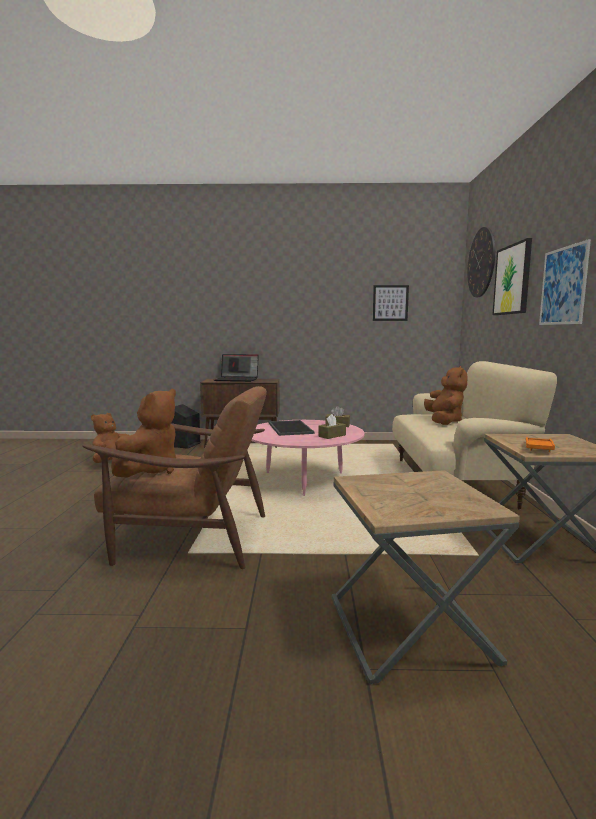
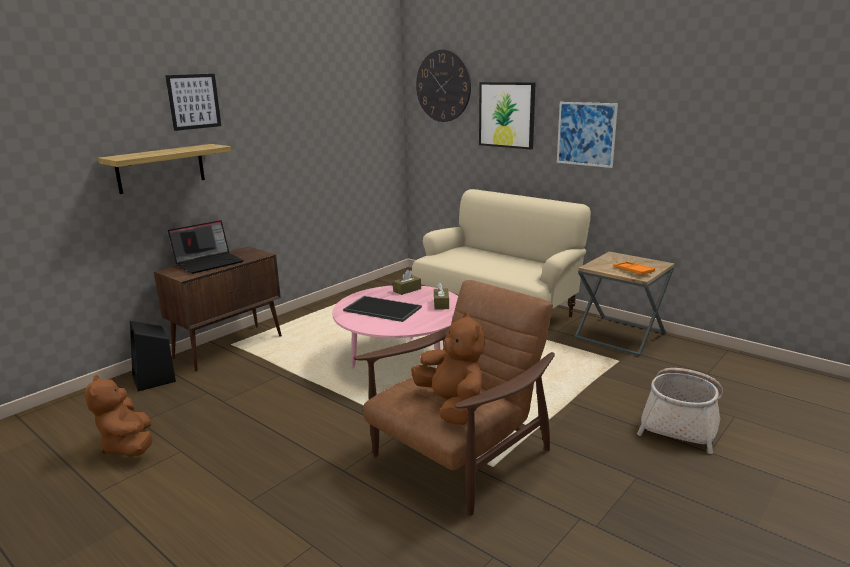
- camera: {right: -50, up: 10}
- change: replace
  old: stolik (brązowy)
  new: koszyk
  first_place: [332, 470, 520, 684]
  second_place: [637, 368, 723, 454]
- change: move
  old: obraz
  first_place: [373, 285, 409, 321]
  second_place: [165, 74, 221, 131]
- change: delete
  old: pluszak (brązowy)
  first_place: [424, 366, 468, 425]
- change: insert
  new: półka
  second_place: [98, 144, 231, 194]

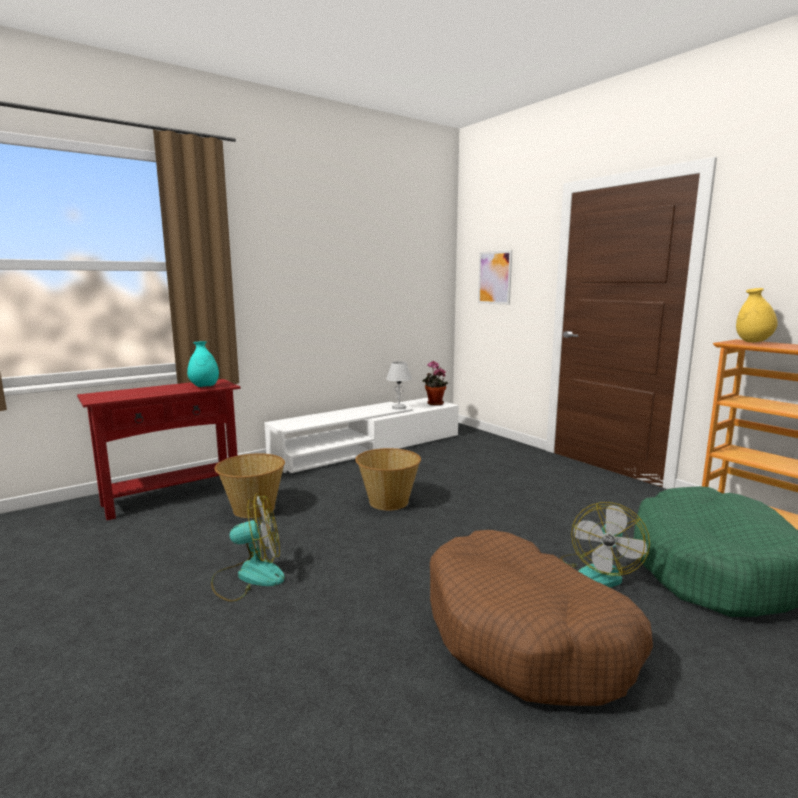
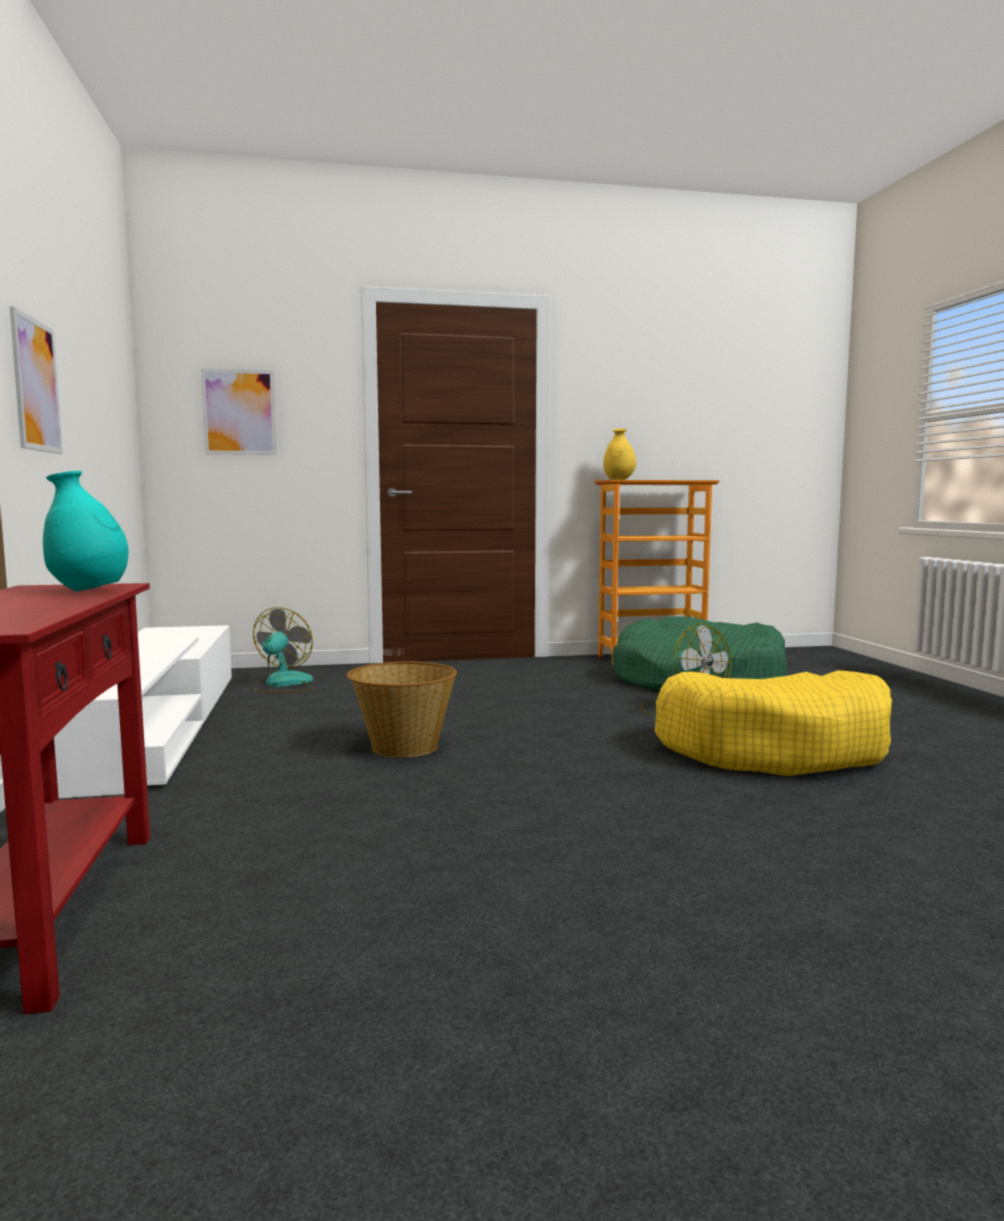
- camera: {right: -65, up: -5}
- change: move
  old: wentylator
  first_place: [211, 494, 285, 602]
  second_place: [253, 607, 314, 693]
- change: delete
  old: koszyk
  first_place: [215, 453, 285, 518]
- change: delete
  old: lampa stołowa (biały)
  first_place: [386, 361, 412, 410]
- change: delete
  old: roślina doniczkowa
  first_place: [422, 361, 448, 406]
- change: recolor
  old: legowisko (brązowy)
  new: legowisko (żółty)
  first_place: [430, 530, 653, 706]
  second_place: [655, 670, 892, 776]
- change: insert
  new: obraz
  second_place: [10, 306, 63, 454]

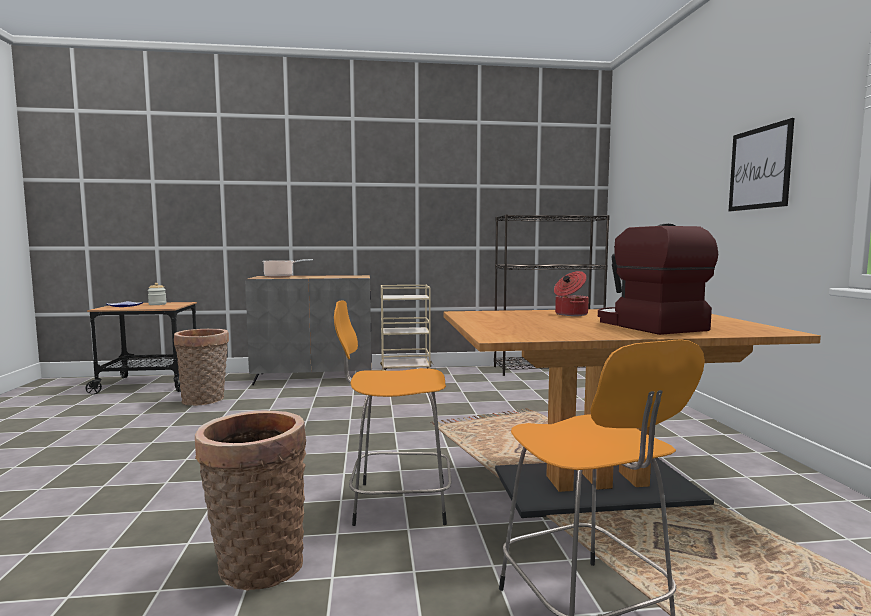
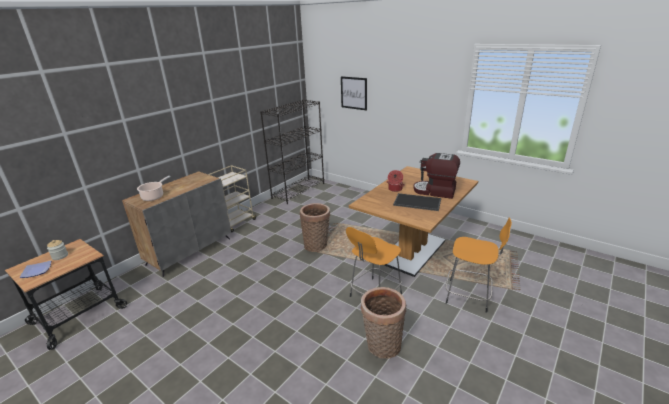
- camera: {right: -45, up: 20}
- change: move
  old: koszyk
  first_place: [174, 329, 229, 406]
  second_place: [300, 203, 330, 252]
- change: move
  old: obraz
  first_place: [729, 118, 794, 211]
  second_place: [341, 76, 367, 111]
- change: insert
  new: taca
  second_place: [393, 193, 441, 211]

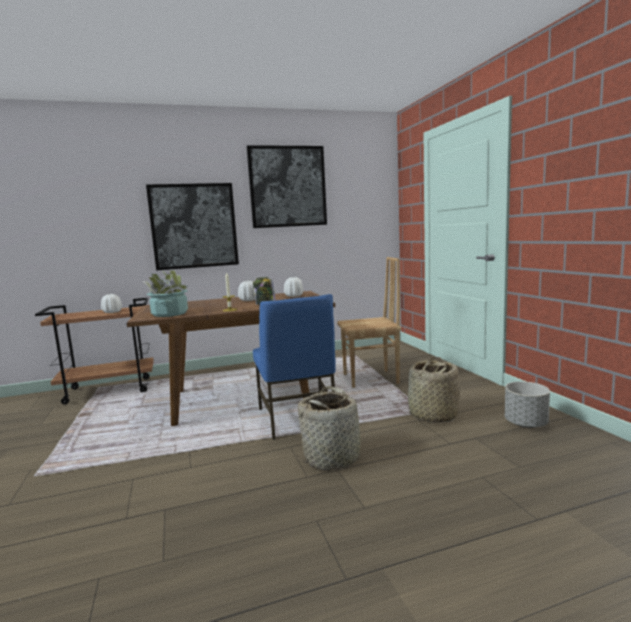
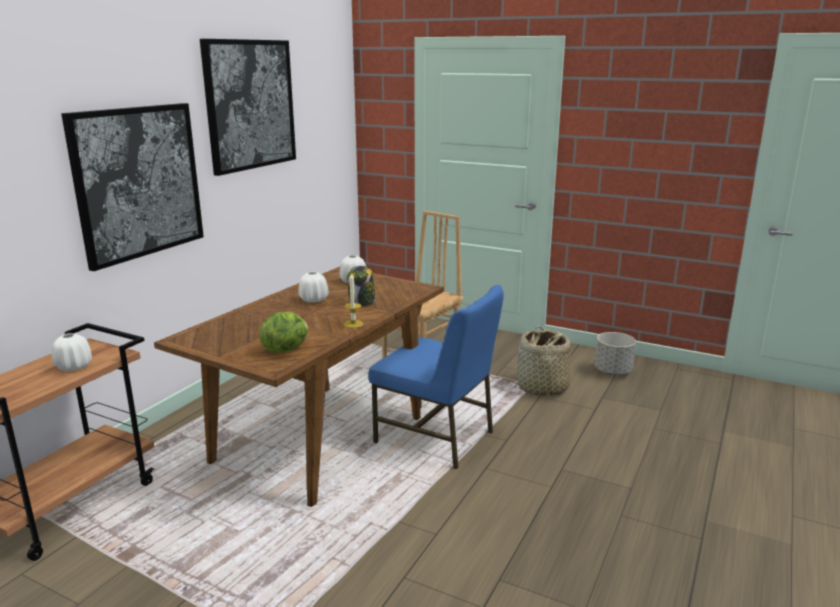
- camera: {right: -45, up: 10}
- change: replace
  old: roślina doniczkowa
  new: sałata
  first_place: [142, 270, 190, 317]
  second_place: [259, 312, 308, 353]
- change: delete
  old: koszyk
  first_place: [296, 386, 370, 471]

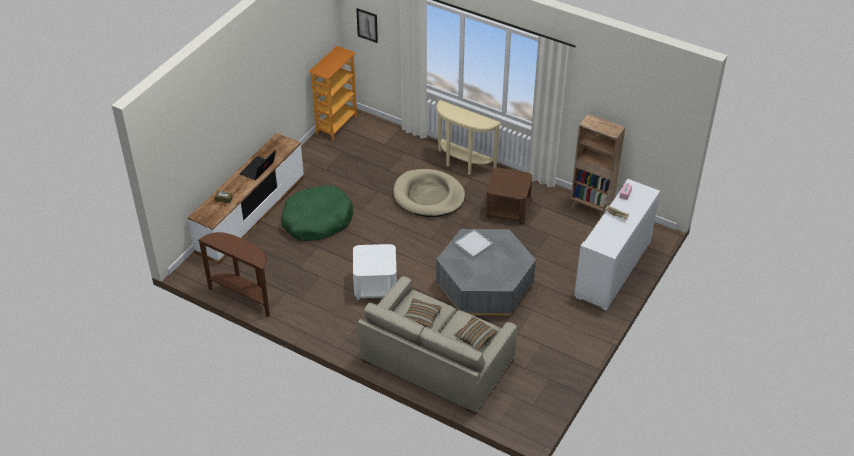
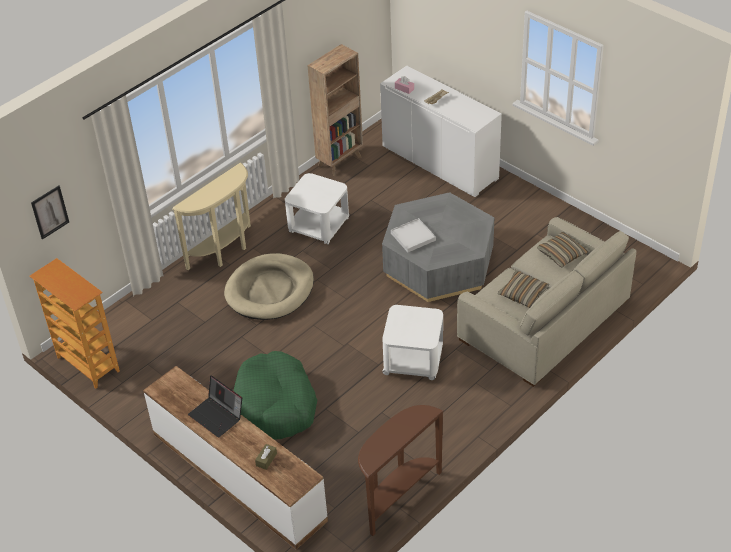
- camera: {right: -75, up: 0}
- change: recolor
  old: stolik (brązowy)
  new: stolik (biały)
  first_place: [486, 168, 532, 224]
  second_place: [285, 173, 349, 245]

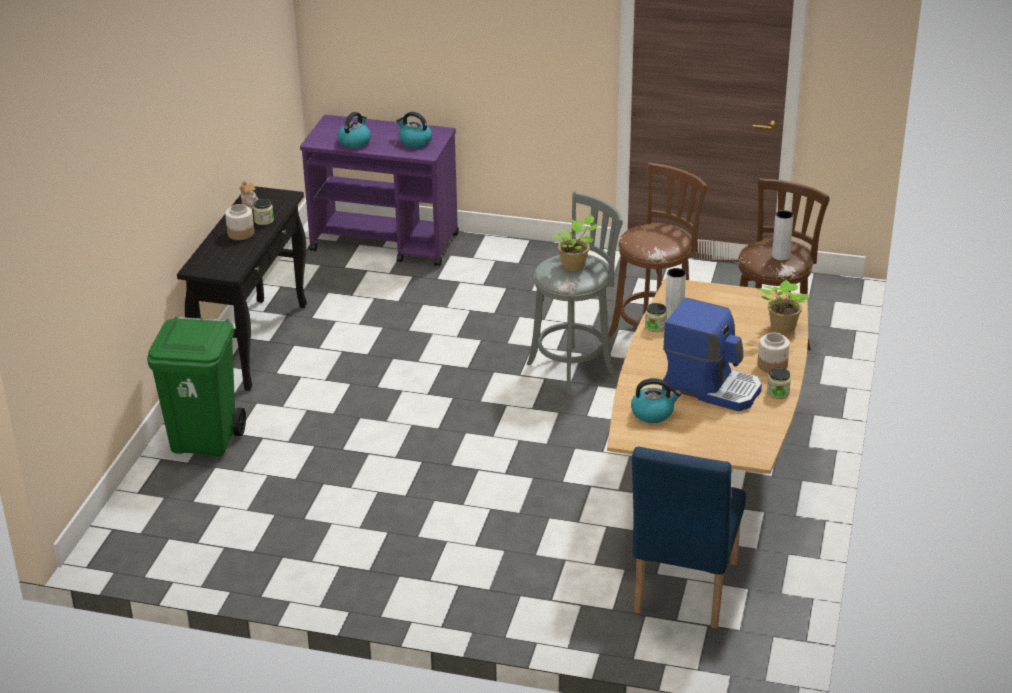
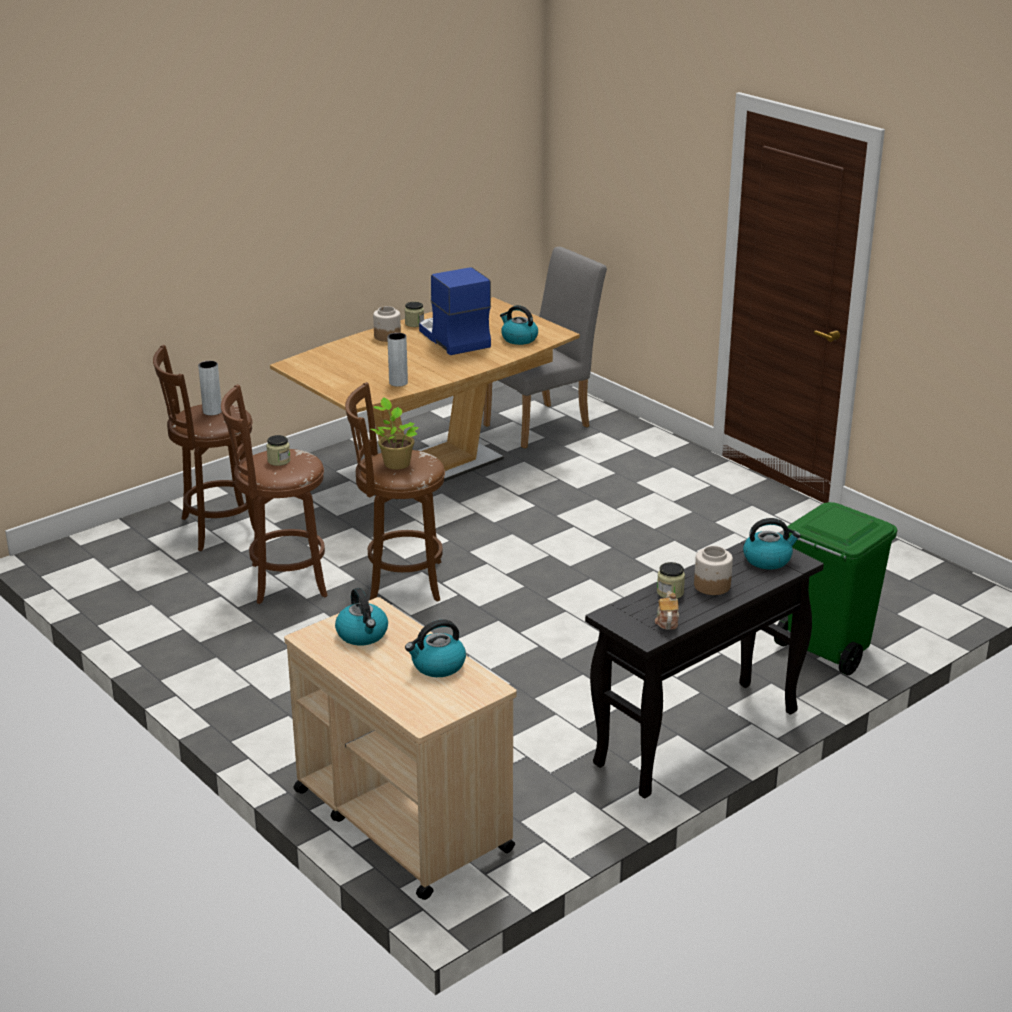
- camera: {right: -145, up: -5}
- change: recolor
  old: wózek (fioletowy)
  new: wózek (beżowy)
  first_place: [300, 115, 459, 267]
  second_place: [284, 597, 517, 900]
- change: recolor
  old: stołek (szary)
  new: stołek (brązowy)
  first_place: [527, 191, 623, 394]
  second_place: [345, 382, 445, 602]
- change: recolor
  old: krzesło (niebieski)
  new: krzesło (szary)
  first_place: [632, 446, 746, 629]
  second_place: [483, 247, 607, 448]
- change: move
  old: słoik
  first_place: [645, 303, 667, 332]
  second_place: [266, 435, 290, 466]
- change: delete
  old: roślina doniczkowa
  first_place: [758, 280, 810, 333]
- change: insert
  new: czajnik
  second_place: [743, 518, 801, 569]

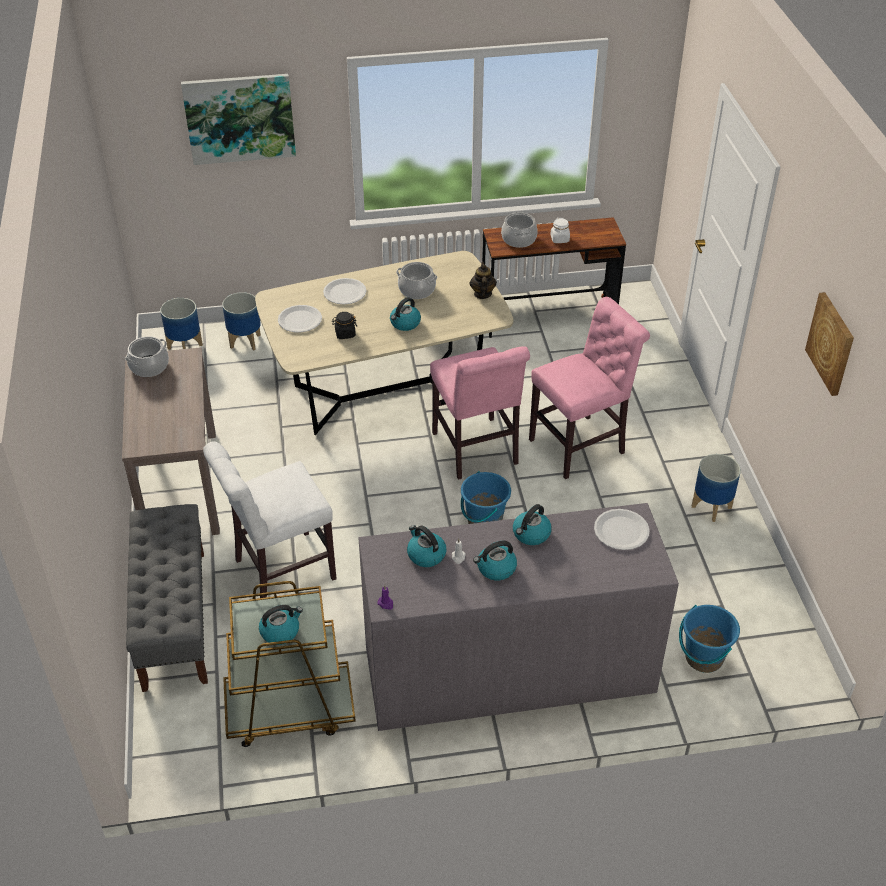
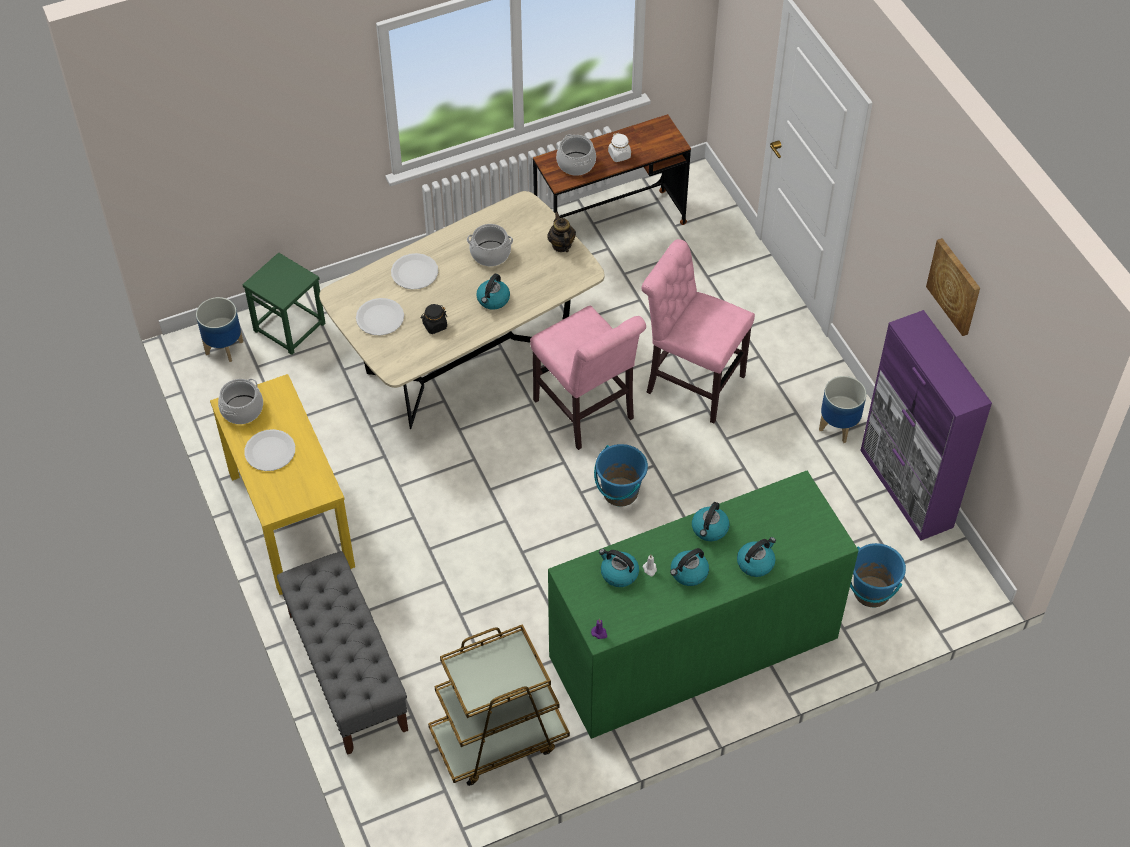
- camera: {right: -15, up: 10}
- change: recolor
  old: stolik konsolowy (brązowy)
  new: stolik konsolowy (żółty)
  first_place: [122, 347, 220, 535]
  second_place: [210, 374, 355, 595]
- change: delete
  old: obraz
  first_place: [181, 74, 296, 165]
- change: delete
  old: krzesło (biały)
  first_place: [203, 441, 337, 598]
- change: replace
  old: donica
  new: stołek (zielony)
  first_place: [222, 292, 261, 351]
  second_place: [242, 252, 326, 355]
- change: move
  old: czajnik
  first_place: [259, 605, 303, 645]
  second_place: [737, 537, 776, 577]
- change: recolor
  old: komoda (szary)
  new: komoda (zielony)
  first_place: [359, 503, 679, 731]
  second_place: [548, 471, 859, 739]
- change: rotate
  old: krzesło (różowy)
  first_place: [529, 297, 650, 479]
  second_place: [641, 239, 755, 424]
  degrees: -105
- change: move
  old: talerz (biały)
  first_place: [594, 509, 650, 550]
  second_place: [244, 429, 295, 471]
- change: insert
  new: szafka (fioletowy)
  second_place: [860, 310, 992, 540]

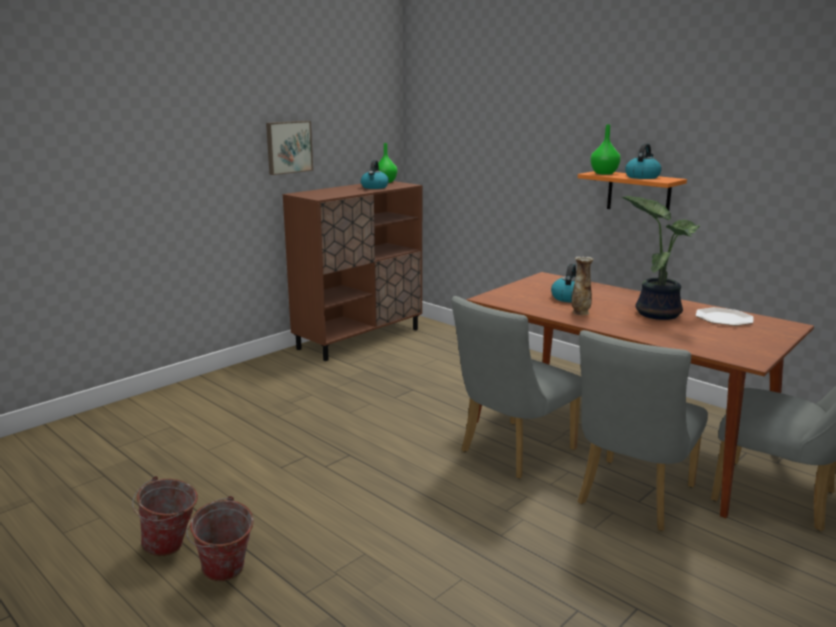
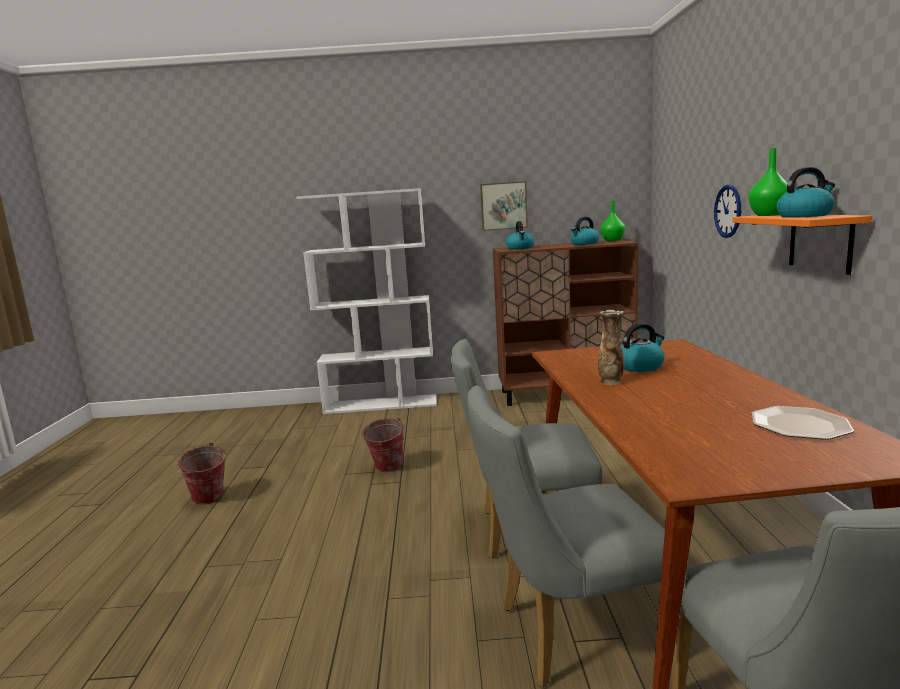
- camera: {right: 45, up: -5}
- change: move
  old: wiadro
  first_place: [186, 496, 254, 581]
  second_place: [360, 417, 404, 472]
- change: delete
  old: roślina doniczkowa
  first_place: [622, 196, 700, 320]
- change: insert
  new: regał (biały)
  second_place: [296, 188, 437, 414]
- change: insert
  new: czajnik
  second_place: [506, 221, 534, 250]
- change: insert
  new: zegar ścienny
  second_place: [714, 185, 741, 238]

